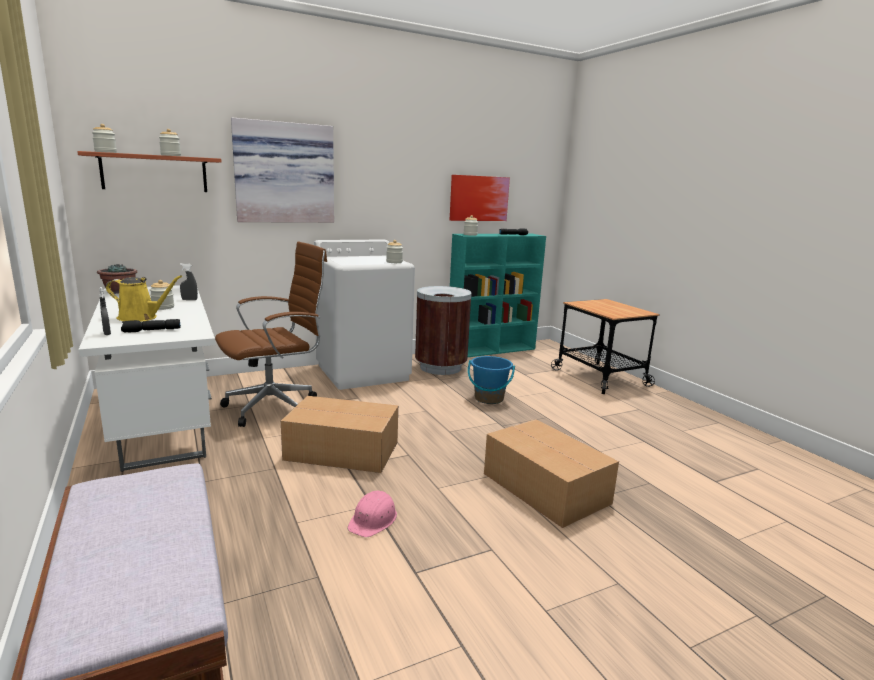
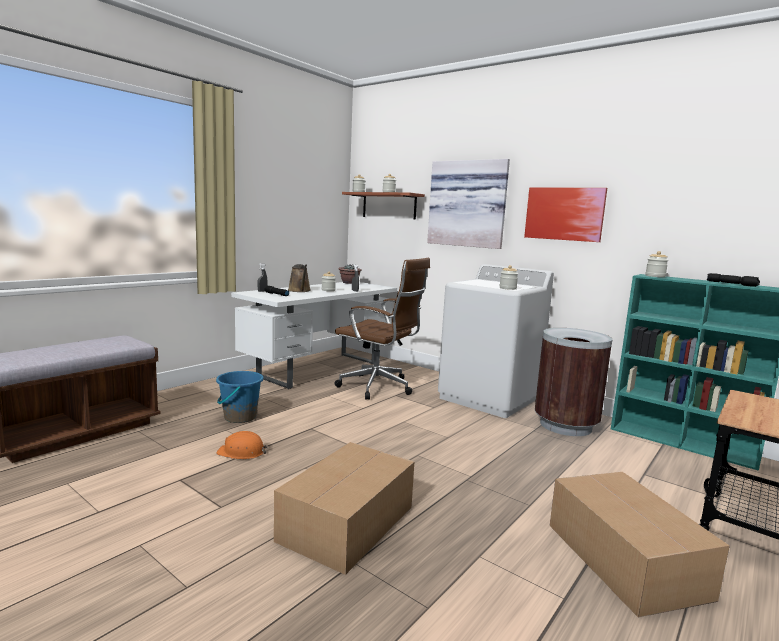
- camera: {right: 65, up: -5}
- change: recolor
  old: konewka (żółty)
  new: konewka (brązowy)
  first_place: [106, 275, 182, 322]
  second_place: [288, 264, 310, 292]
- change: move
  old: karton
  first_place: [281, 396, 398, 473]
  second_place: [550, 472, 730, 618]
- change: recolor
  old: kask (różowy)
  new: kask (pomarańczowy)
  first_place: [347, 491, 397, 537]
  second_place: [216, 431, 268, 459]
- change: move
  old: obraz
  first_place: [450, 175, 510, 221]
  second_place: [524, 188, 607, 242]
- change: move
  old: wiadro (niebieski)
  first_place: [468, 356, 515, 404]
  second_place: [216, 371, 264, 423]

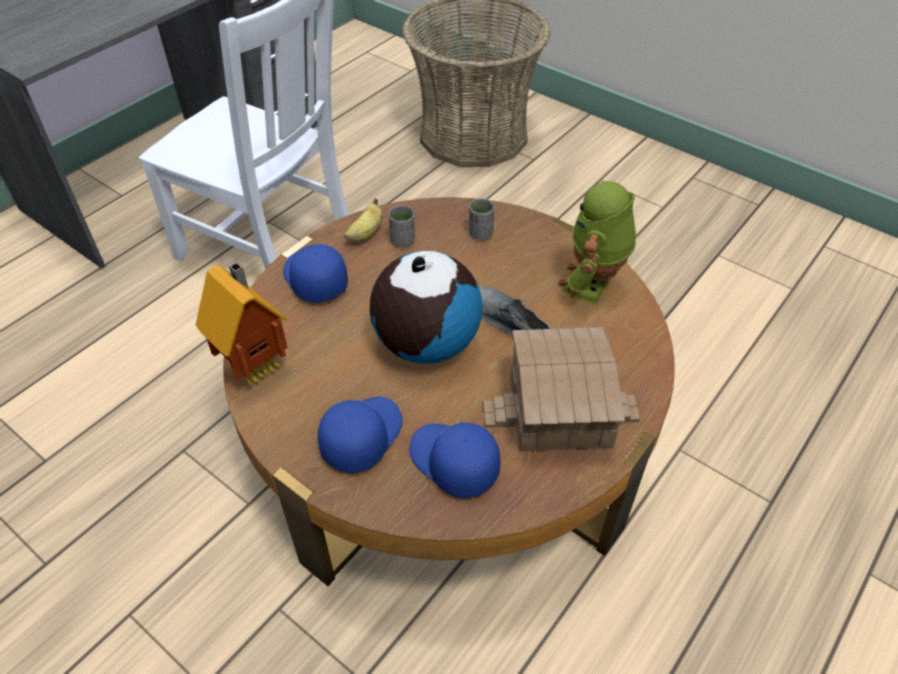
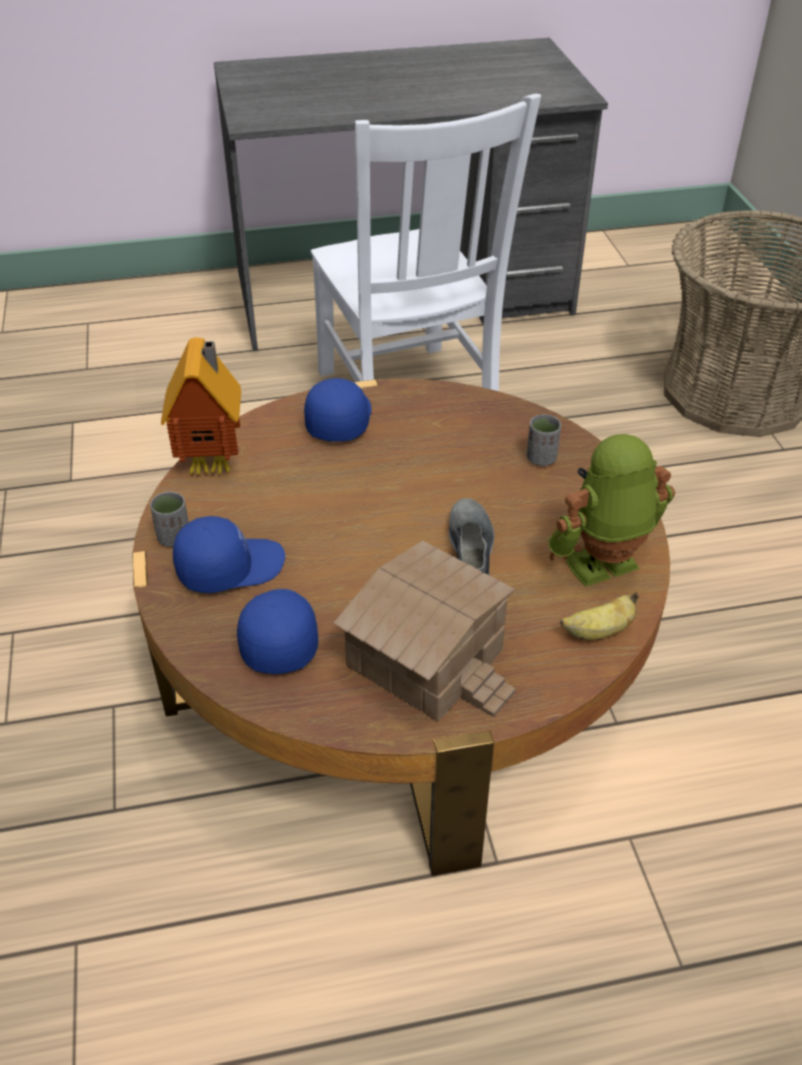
- camera: {right: 40, up: -5}
- change: move
  old: banan
  first_place: [344, 198, 383, 242]
  second_place: [560, 592, 639, 640]
- change: delete
  old: globus
  first_place: [370, 251, 483, 364]
- change: move
  old: filiżanka (szary)
  first_place: [389, 205, 415, 247]
  second_place: [150, 491, 189, 547]

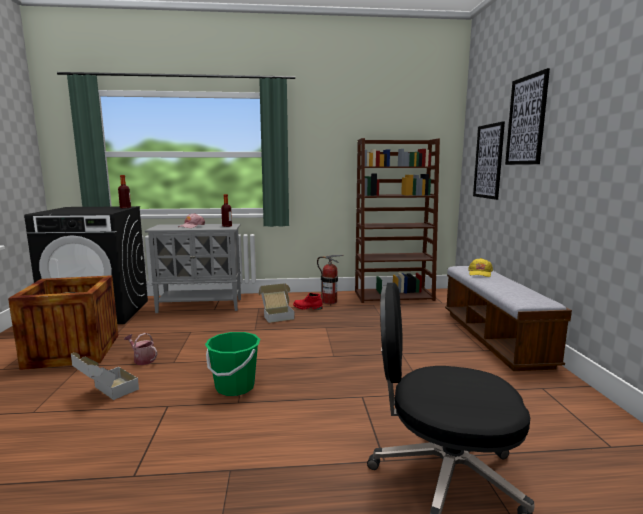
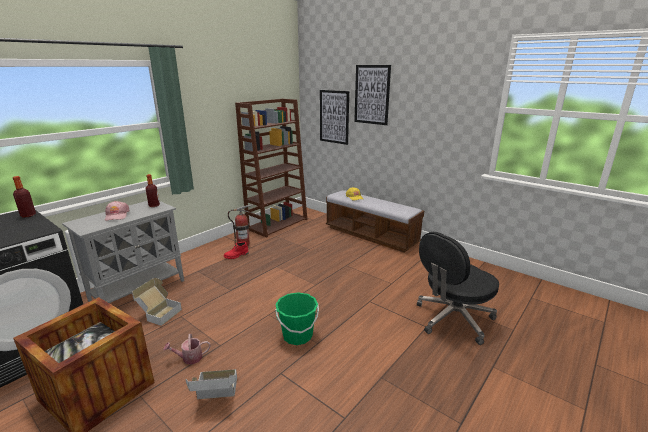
- camera: {right: -45, up: 10}
- change: move
  old: karton
  first_place: [259, 283, 294, 323]
  second_place: [132, 278, 182, 326]

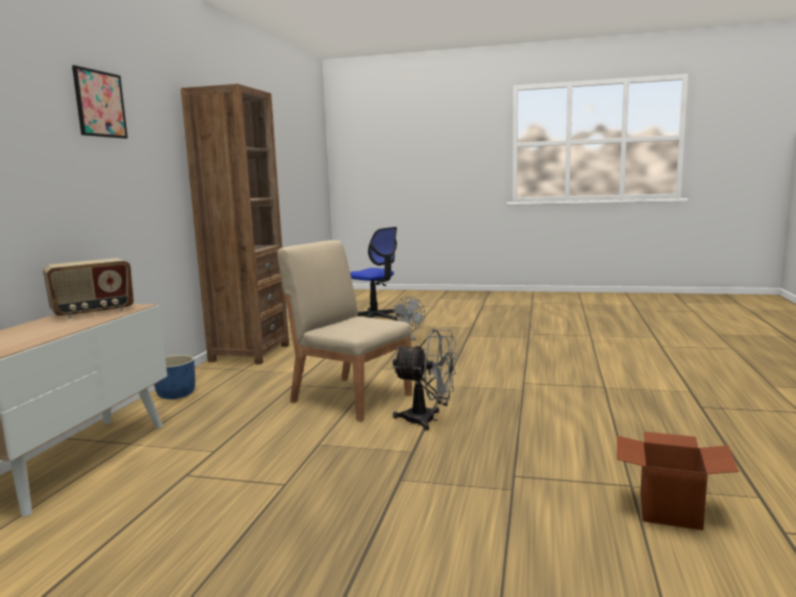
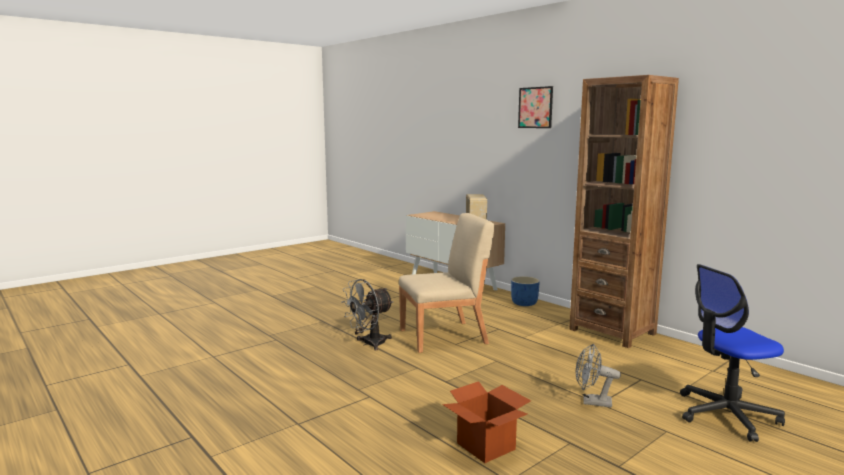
- camera: {right: 125, up: 0}
- change: move
  old: karton
  first_place: [617, 432, 739, 530]
  second_place: [442, 381, 531, 463]

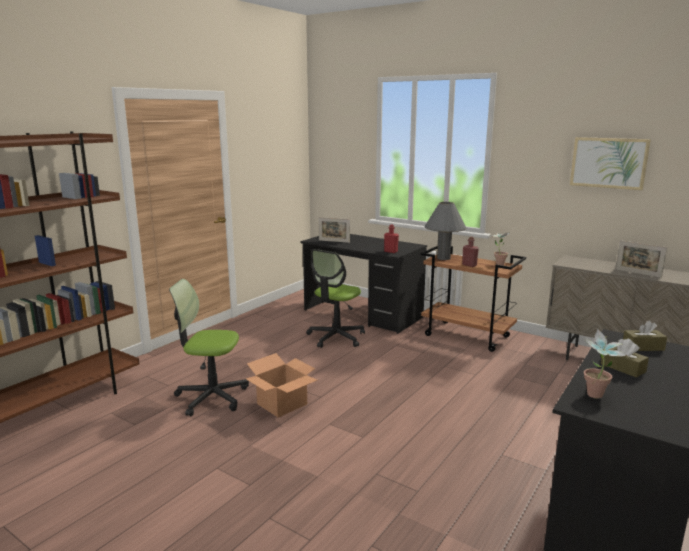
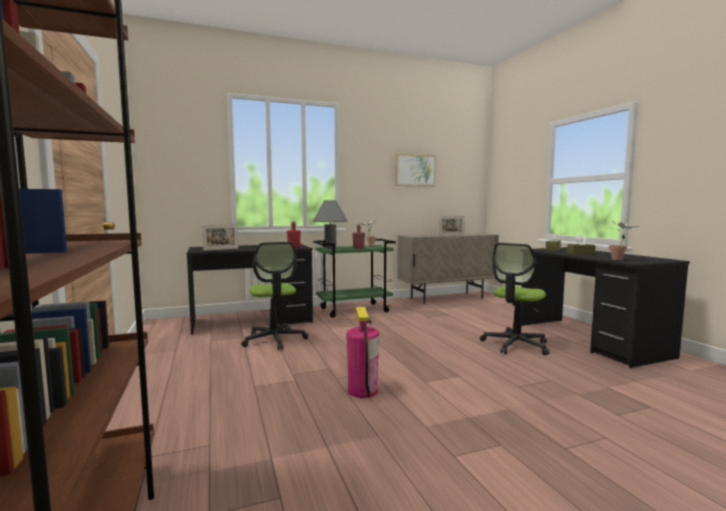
- camera: {right: -55, up: -10}
- change: move
  old: krzesło biurowe
  first_place: [169, 279, 249, 416]
  second_place: [480, 243, 550, 355]
- change: replace
  old: karton
  new: gaśnica
  first_place: [246, 353, 317, 417]
  second_place: [346, 307, 380, 398]
- change: recolor
  old: wózek (brązowy)
  new: wózek (zielony)
  first_place: [421, 246, 526, 352]
  second_place: [313, 239, 396, 318]

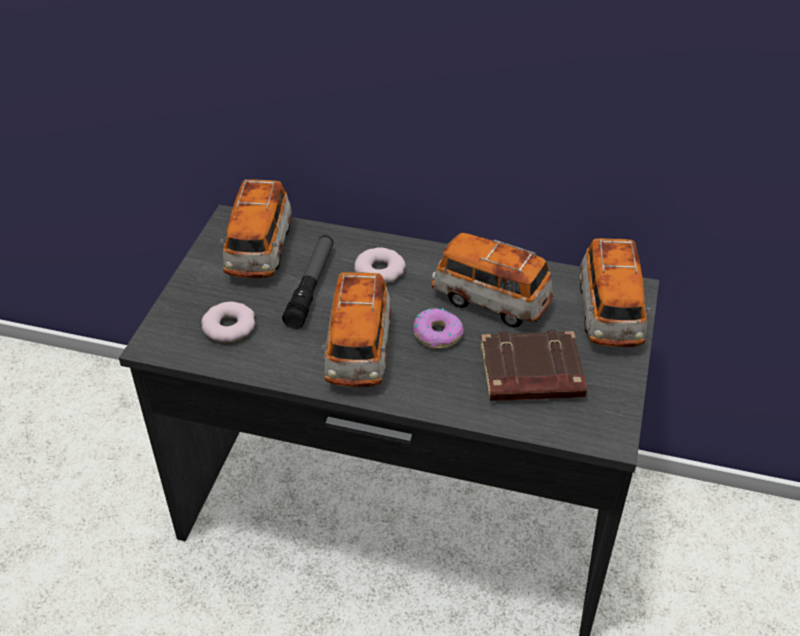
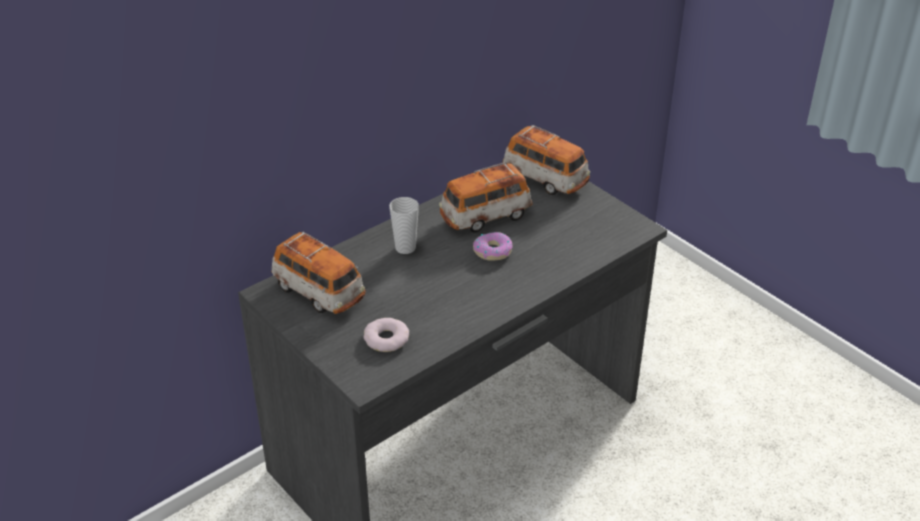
- camera: {right: -55, up: -5}
- change: delete
  old: latarka
  first_place: [282, 235, 334, 329]
- change: delete
  old: samochodzik
  first_place: [321, 272, 391, 388]
- change: replace
  old: donut
  new: filiżanka
  first_place: [354, 247, 406, 284]
  second_place: [389, 197, 419, 254]
- change: delete
  old: książka (brązowy)
  first_place: [480, 330, 587, 401]

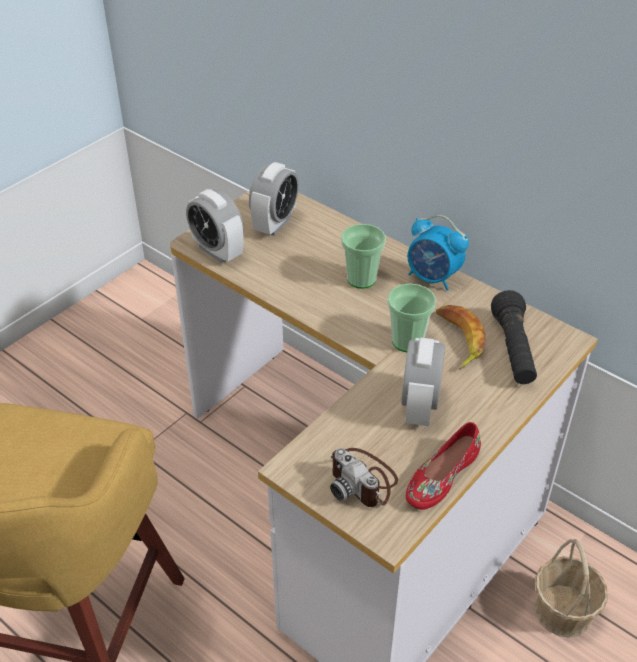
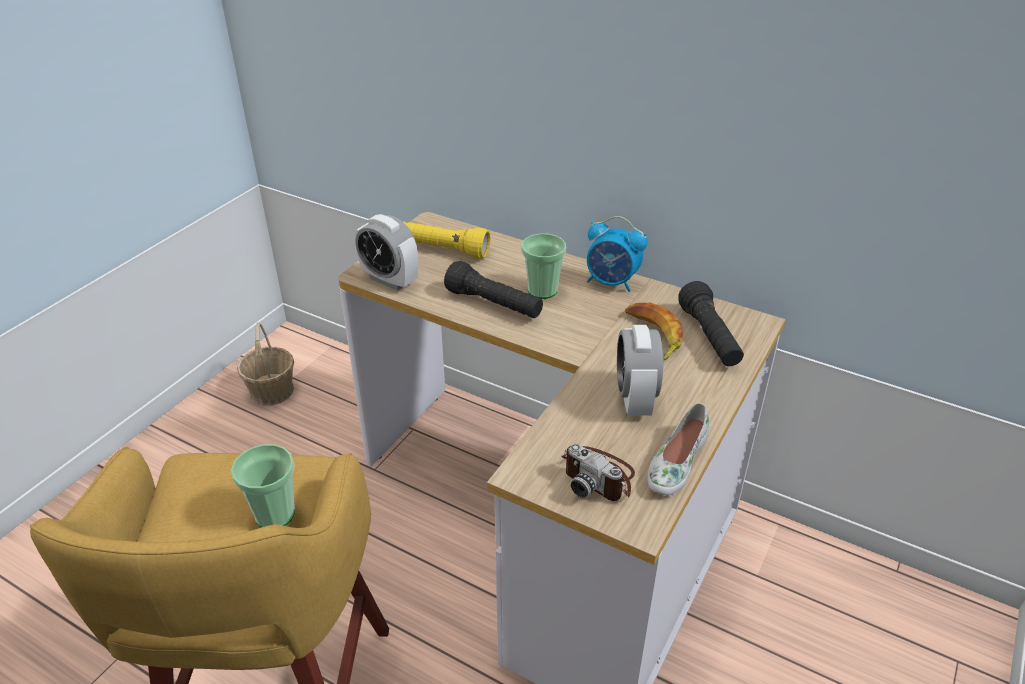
- camera: {right: -10, up: -5}
- change: replace
  old: budzik
  new: latarka (żółty)
  first_place: [249, 162, 299, 236]
  second_place: [402, 221, 490, 259]
- change: move
  old: filiżanka
  first_place: [387, 283, 436, 352]
  second_place: [231, 444, 295, 528]
- change: recolor
  old: but (czerwony)
  new: but (biały)
  first_place: [406, 422, 481, 510]
  second_place: [647, 403, 710, 496]
- change: move
  old: koszyk
  first_place: [535, 539, 608, 638]
  second_place: [237, 322, 294, 406]
- change: insert
  new: latarka (czarny)
  second_place: [444, 261, 543, 318]

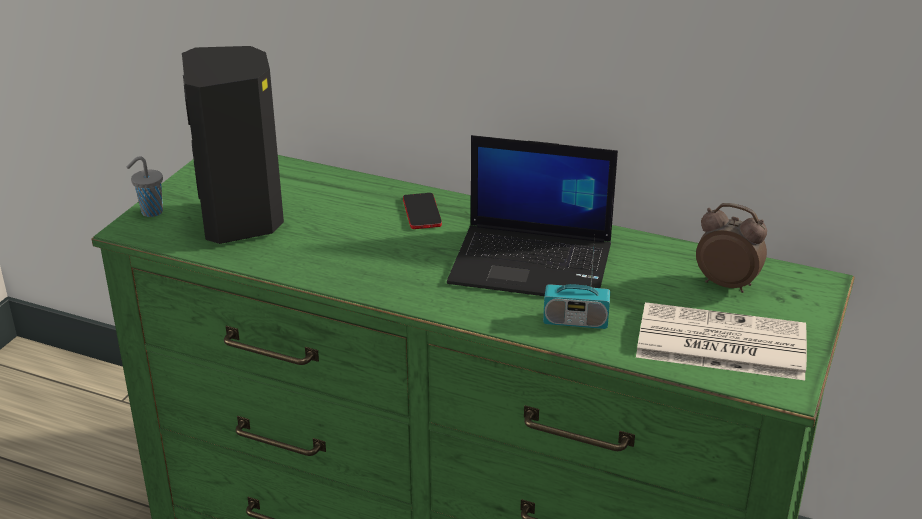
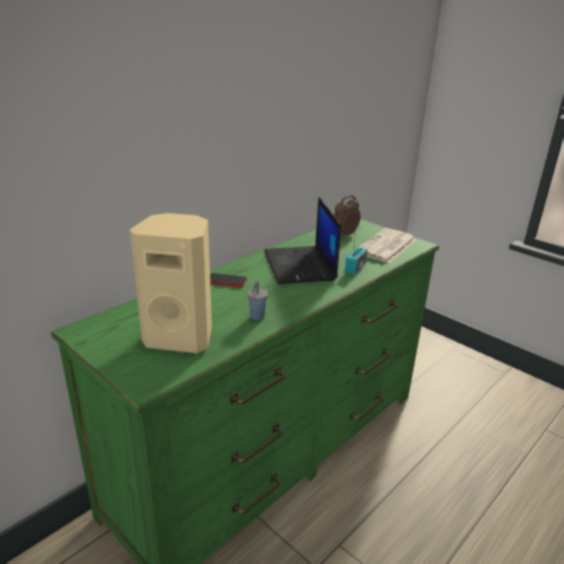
- camera: {right: -70, up: -5}
- change: move
  old: filiżanka (szary)
  first_place: [127, 156, 163, 217]
  second_place: [247, 281, 268, 320]
- change: recolor
  old: głośnik (czarny)
  new: głośnik (beżowy)
  first_place: [182, 46, 284, 244]
  second_place: [130, 213, 212, 353]
- change: rotate
  old: laptop
  first_place: [447, 135, 618, 296]
  second_place: [265, 197, 341, 284]
  degrees: 135

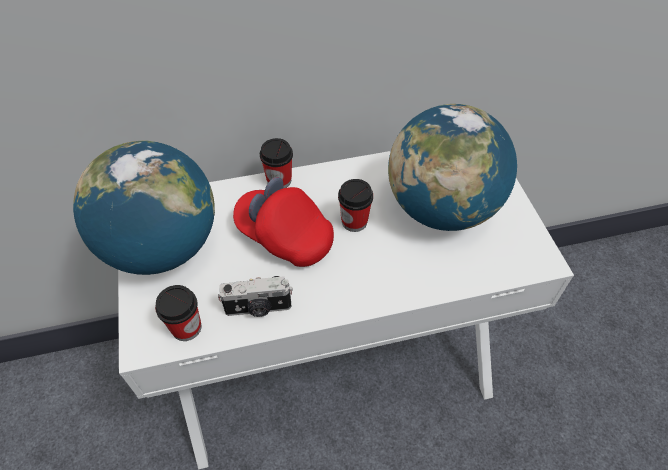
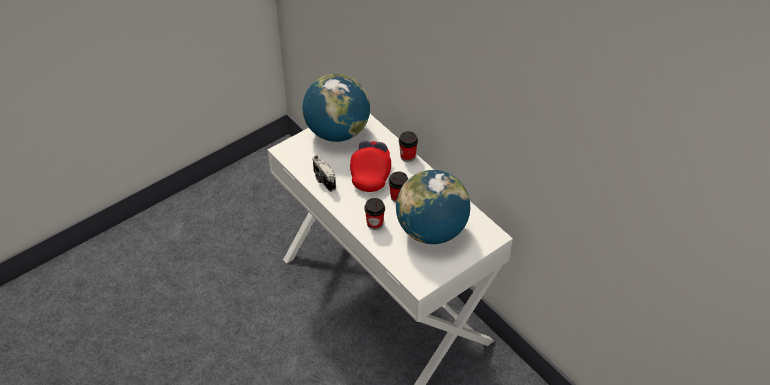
- camera: {right: 65, up: -5}
- change: move
  old: filiżanka
  first_place: [155, 285, 201, 341]
  second_place: [364, 198, 385, 230]

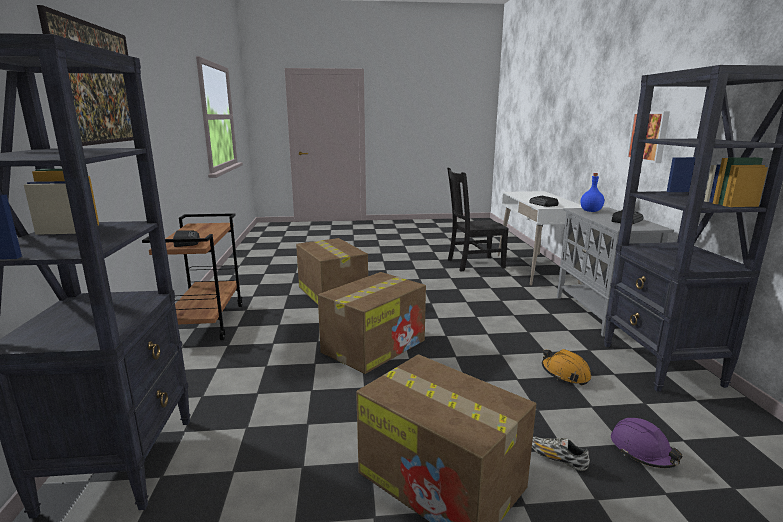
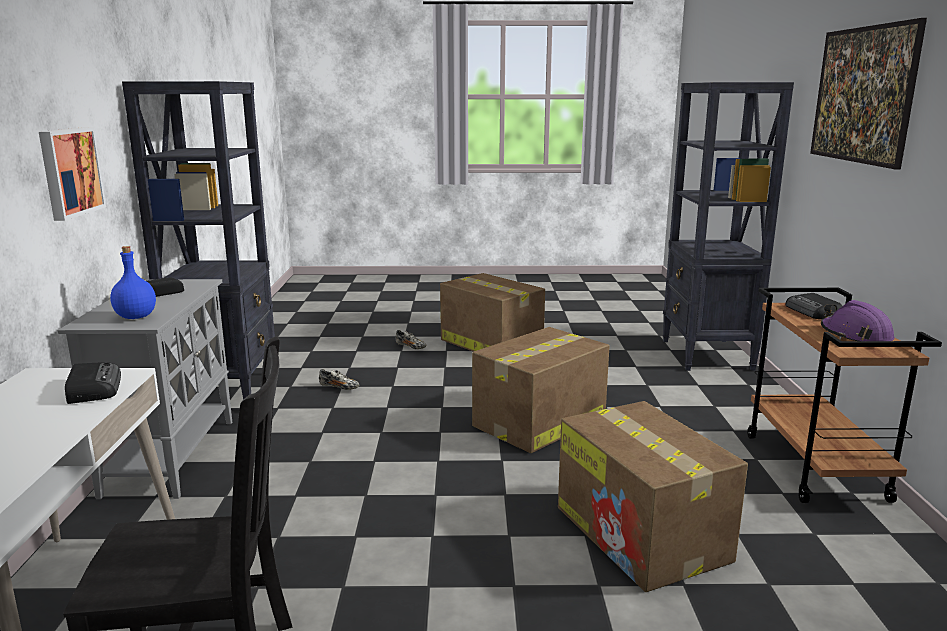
- camera: {right: -175, up: 0}
- change: replace
  old: kask (pomarańczowy)
  new: but
  first_place: [542, 349, 591, 385]
  second_place: [319, 369, 359, 390]
- change: move
  old: kask (fioletowy)
  first_place: [611, 418, 683, 468]
  second_place: [821, 300, 895, 341]

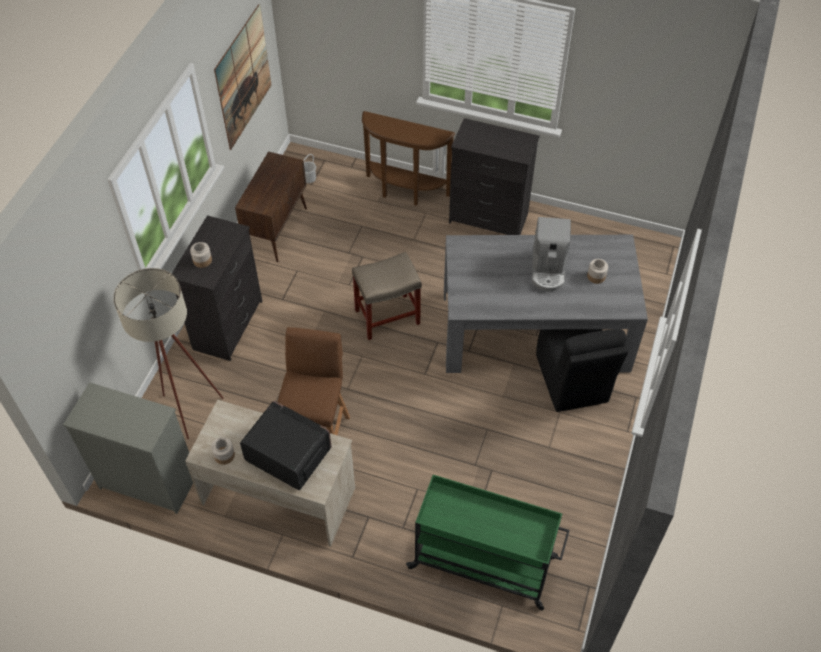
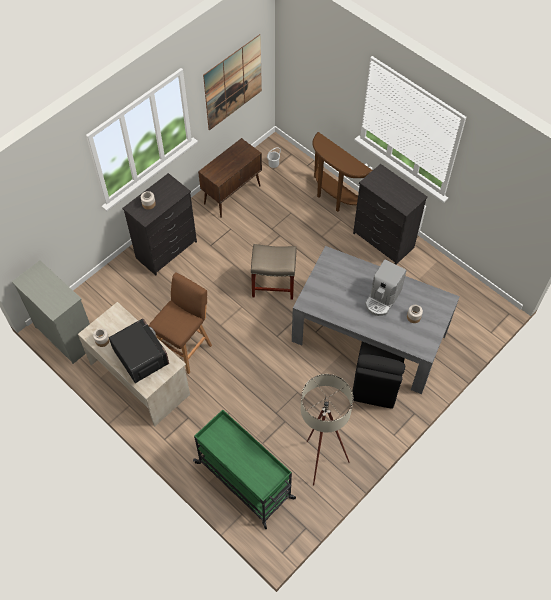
- camera: {right: 25, up: 5}
- change: move
  old: lampa stojąca (beżowy)
  first_place: [113, 268, 223, 439]
  second_place: [301, 374, 353, 486]

